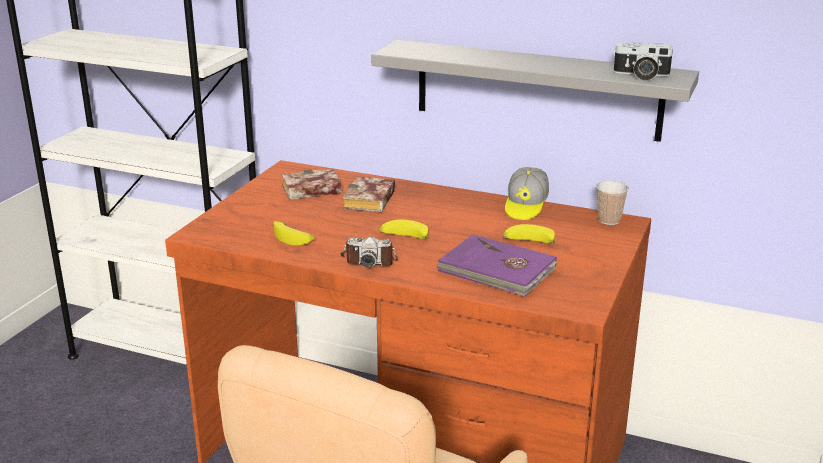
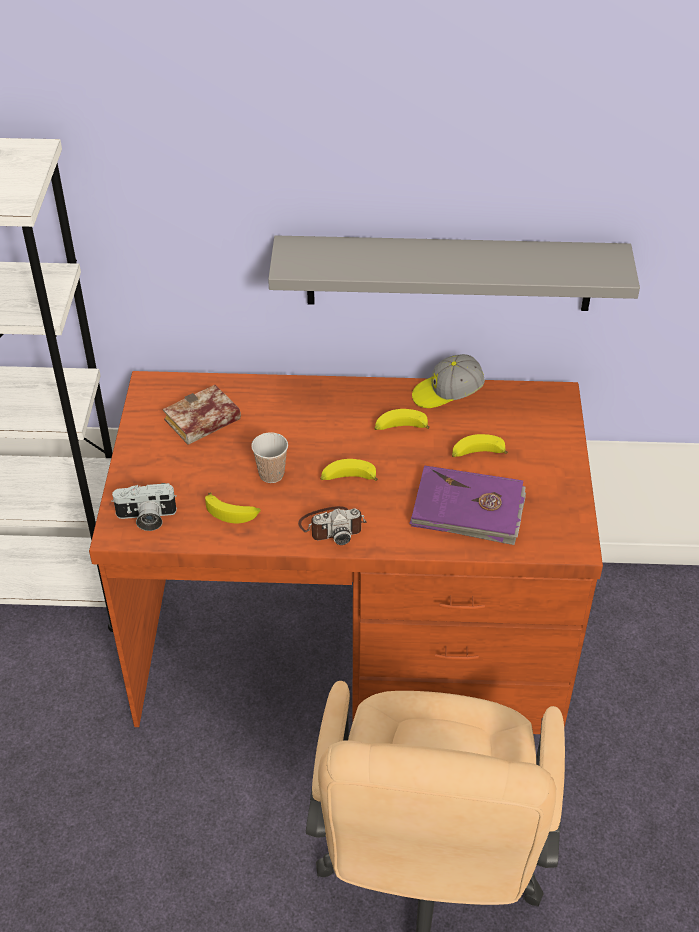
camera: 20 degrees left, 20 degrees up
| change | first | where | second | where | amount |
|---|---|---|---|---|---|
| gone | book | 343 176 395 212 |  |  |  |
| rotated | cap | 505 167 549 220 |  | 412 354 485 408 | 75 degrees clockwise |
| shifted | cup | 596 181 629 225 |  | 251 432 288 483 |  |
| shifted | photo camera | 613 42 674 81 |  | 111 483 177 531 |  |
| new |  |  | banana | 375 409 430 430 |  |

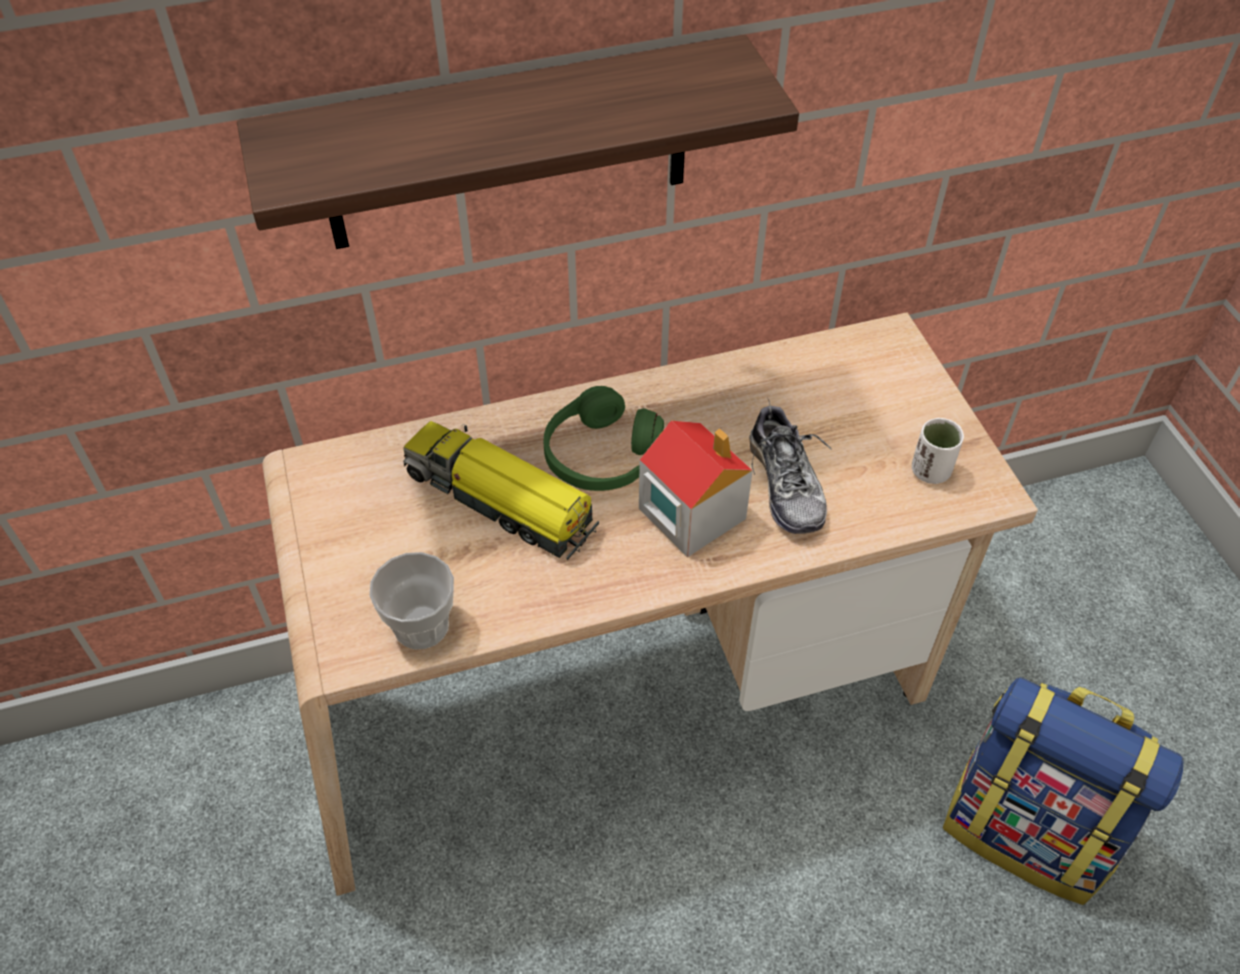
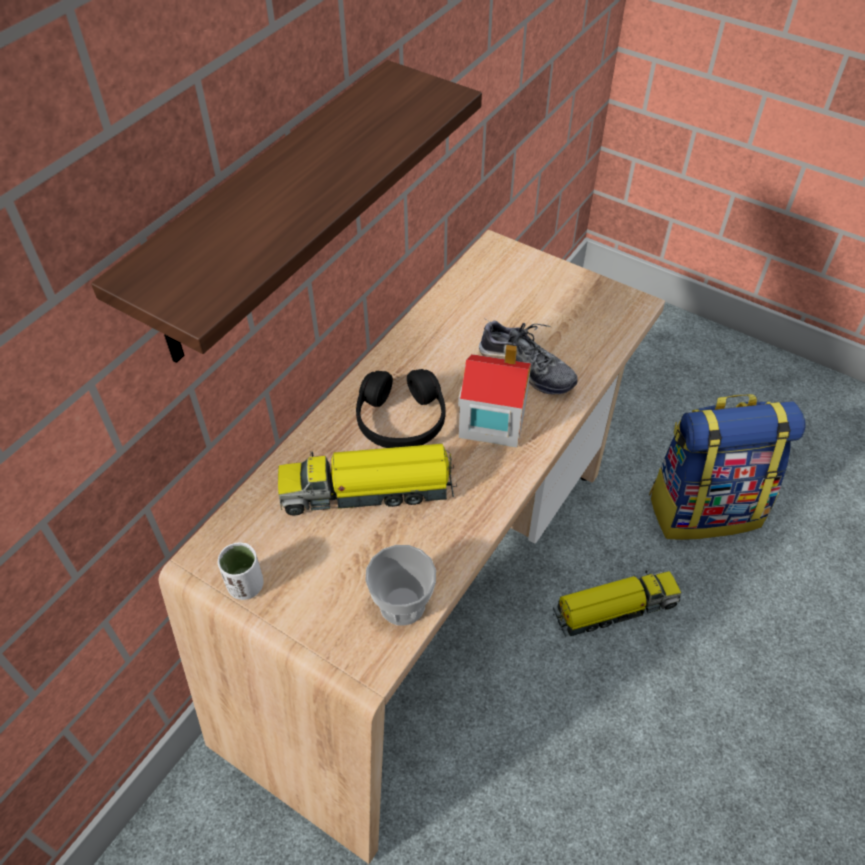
camera: 40 degrees left, 0 degrees up
| change | first | where | second | where | amount |
|---|---|---|---|---|---|
| repainted | green headphones | 544 386 664 491 | black headphones | 356 369 445 448 |  |
| shifted | white cup | 912 418 964 484 |  | 218 542 264 600 |  |
| new |  |  | toy truck | 553 570 681 637 |  |

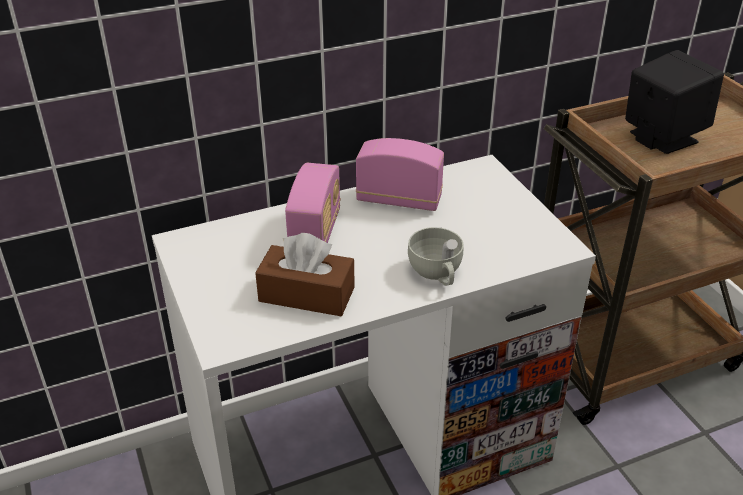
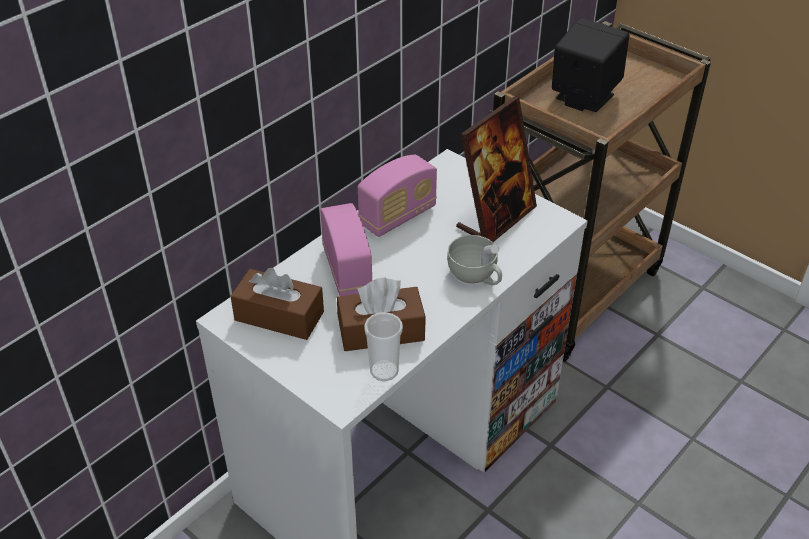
camera: 25 degrees left, 5 degrees up
| change | first | where | second | where | amount |
|---|---|---|---|---|---|
| rotated | radio | 356 138 444 211 |  | 358 155 437 237 | 150 degrees clockwise |
| new |  |  | brown tissue box | 231 268 324 340 |  |
| new |  |  | cup | 364 312 403 381 |  |
| new |  |  | picture frame | 456 96 537 242 |  |

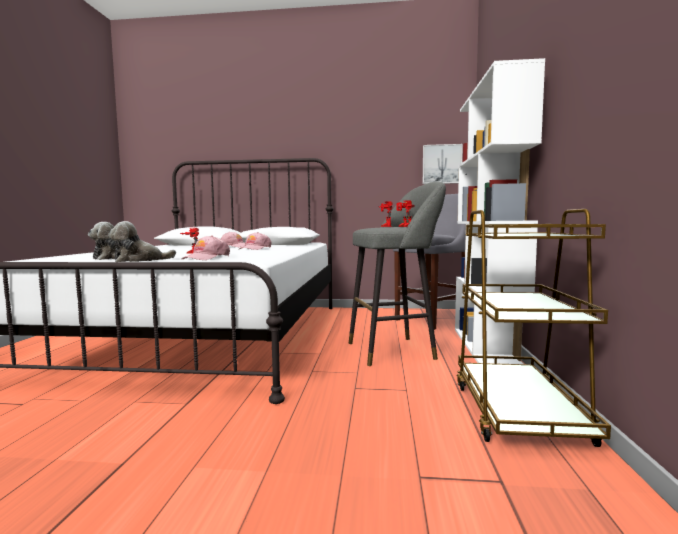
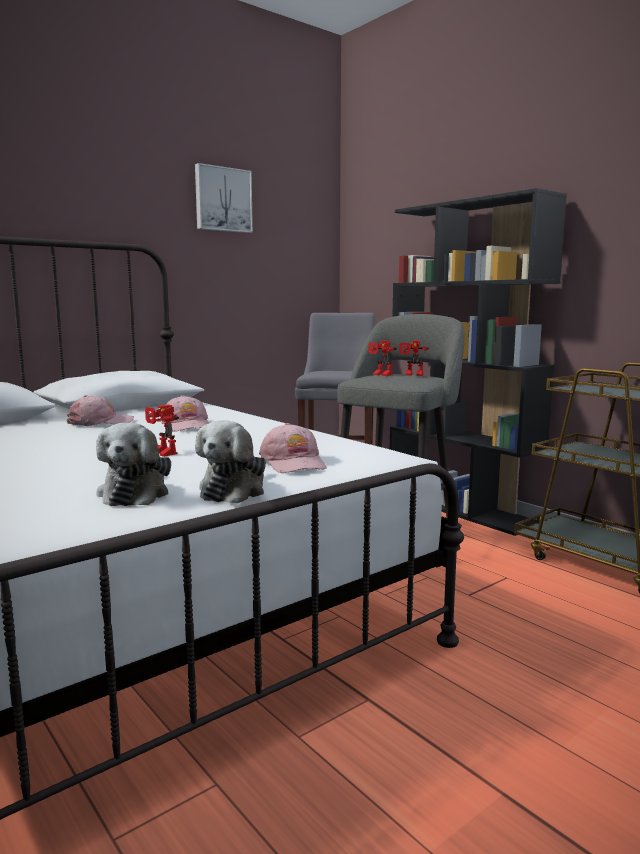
camera: 45 degrees left, 5 degrees up
| change | first | where | second | where | amount |
|---|---|---|---|---|---|
| shifted | picture | 423 144 463 184 |  | 195 163 253 233 |  |
| repainted | white bookcase | 455 58 545 364 | black bookcase | 390 188 567 536 |  |

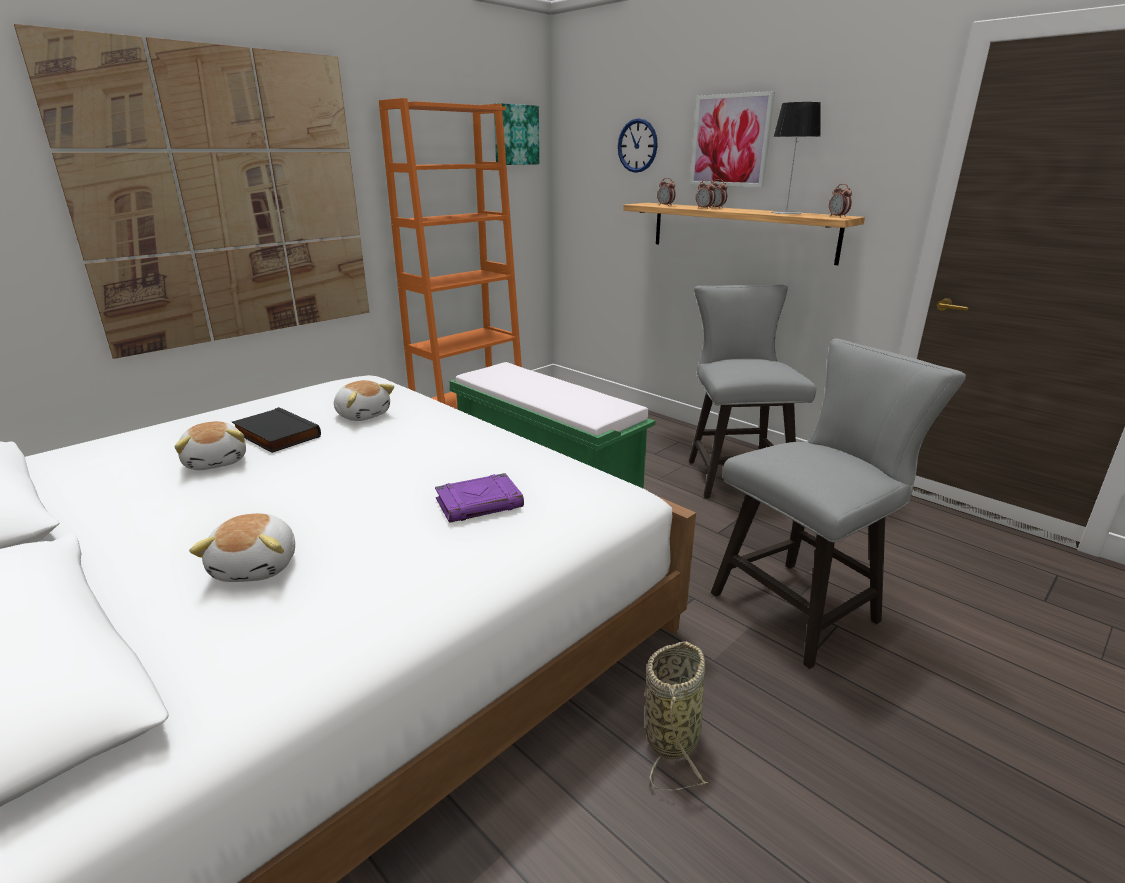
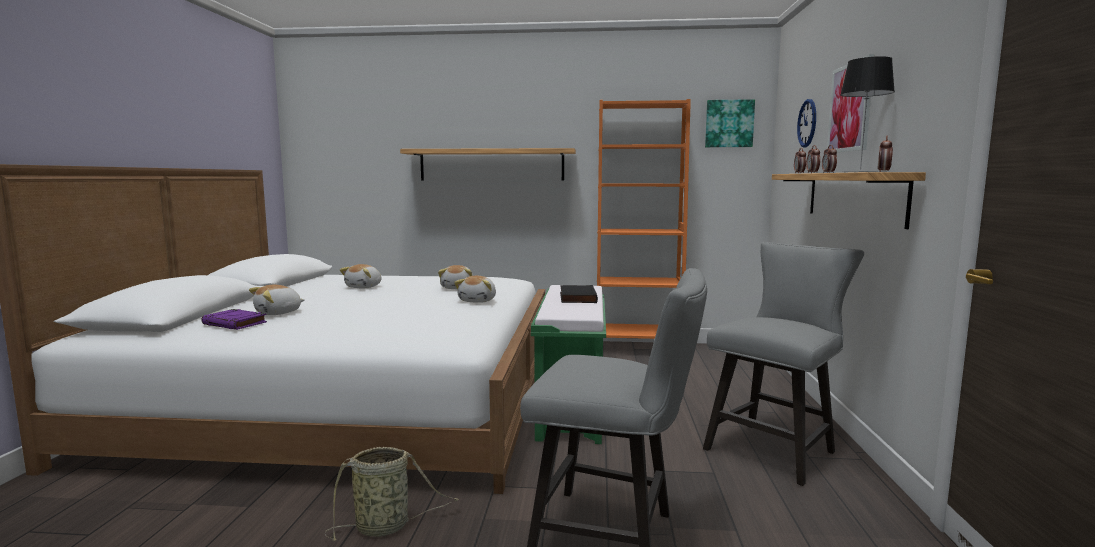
camera: 50 degrees right, 15 degrees down
| change | first | where | second | where | amount |
|---|---|---|---|---|---|
| swapped | picture | 14 24 369 359 | shelf | 400 148 576 180 |  |
| shifted | black book | 232 407 321 453 |  | 560 285 598 303 |  |
| shifted | purple book | 435 473 524 523 |  | 201 309 267 330 |  |
| new |  |  | plush toy | 454 276 496 303 |  |

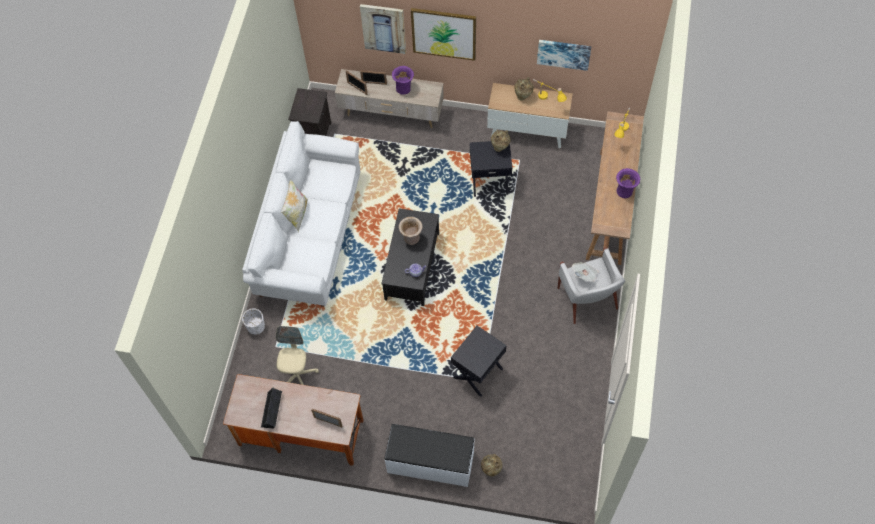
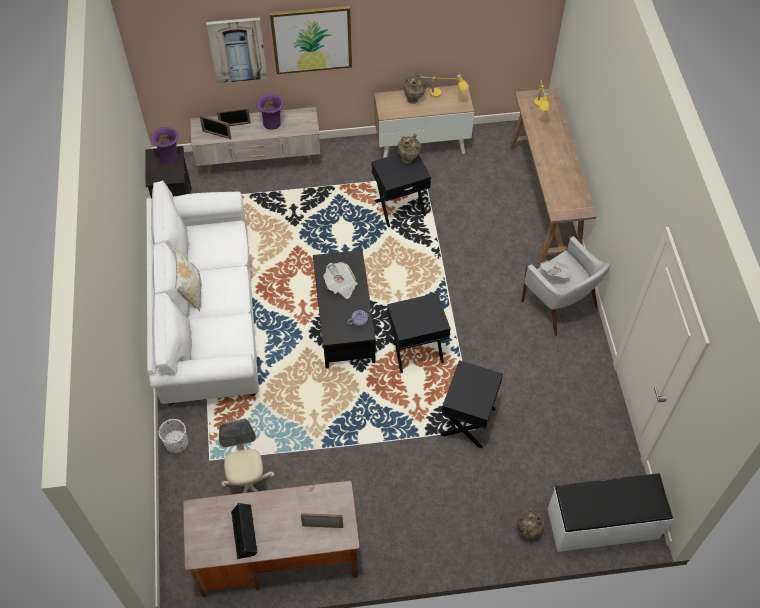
camera: 20 degrees left, 5 degrees down
| change | first | where | second | where | amount |
|---|---|---|---|---|---|
| shifted | white bench | 384 424 475 487 |  | 547 473 673 552 |  |
| swapped | beige vase | 399 217 422 245 | newspaper | 323 262 358 299 |  |
| gone | picture | 537 40 592 71 |  |  |  |
| shifted | purple vase | 616 168 640 198 |  | 151 127 178 164 |  |
| new |  |  | black side table | 387 293 451 373 |  |

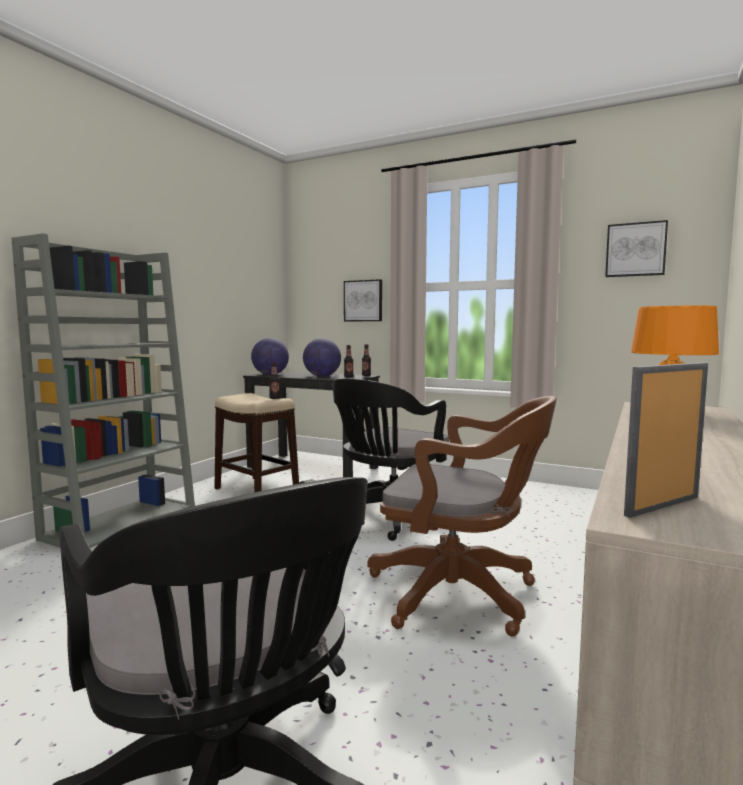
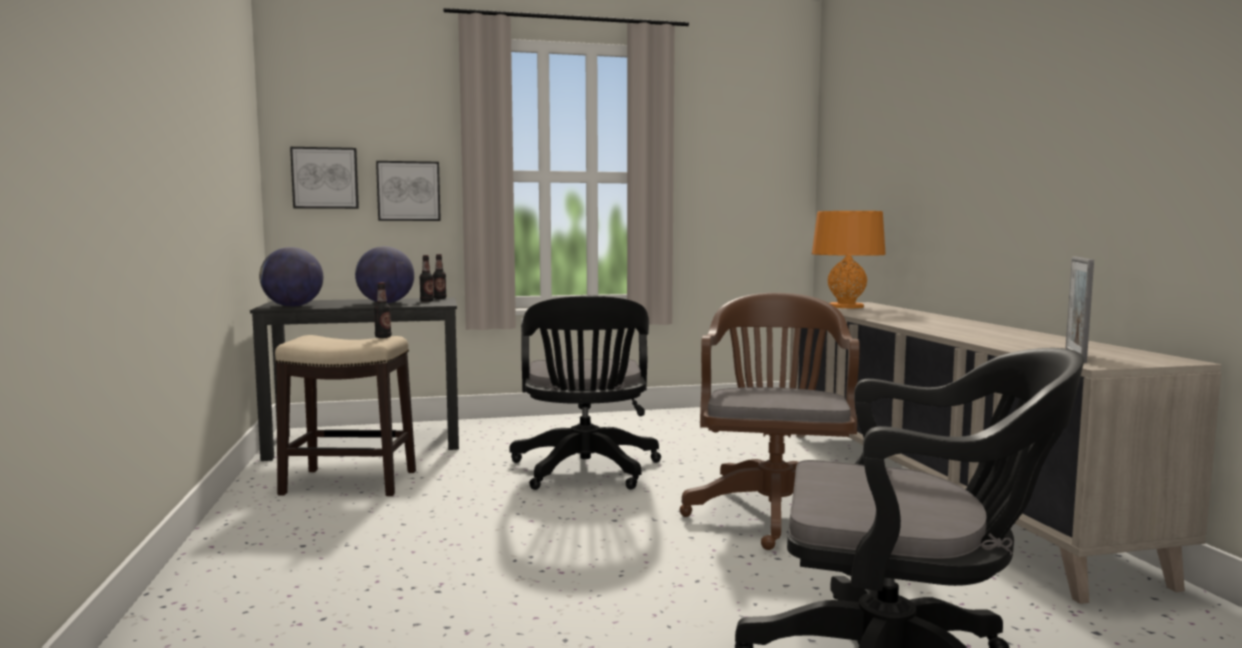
camera: 40 degrees left, 0 degrees up
| change | first | where | second | where | amount |
|---|---|---|---|---|---|
| gone | grey bookcase | 11 233 195 548 |  |  |  |
| rotated | brown office chair | 367 396 557 636 |  | 680 293 860 550 | 60 degrees counterclockwise |
| shifted | picture | 605 220 668 277 |  | 290 147 359 209 |  |

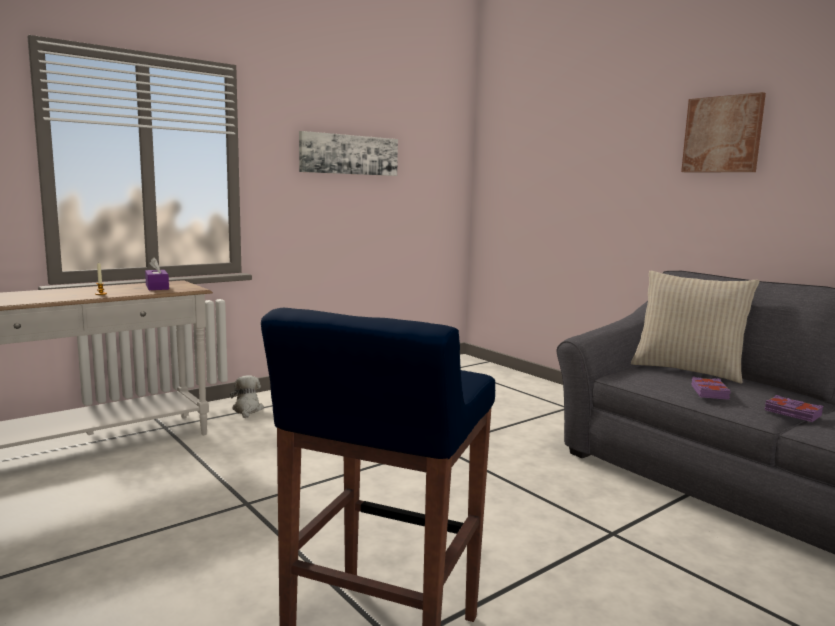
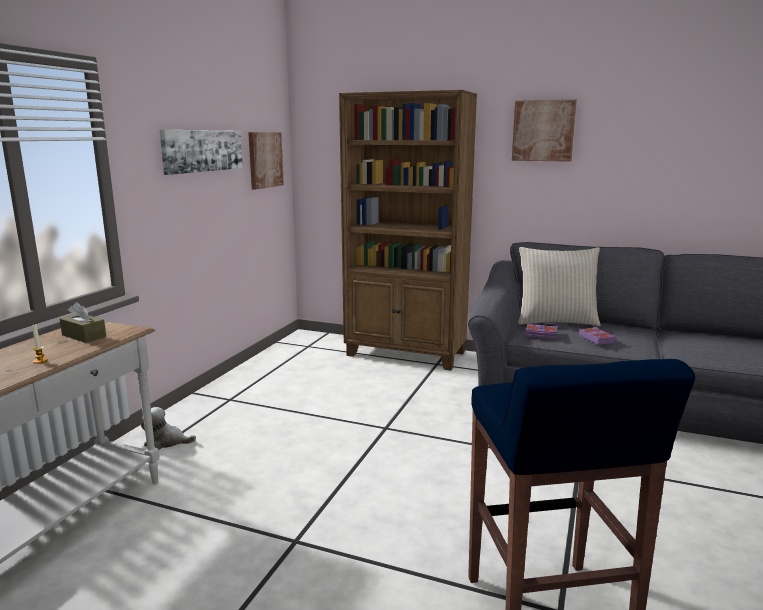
camera: 30 degrees left, 5 degrees up
| change | first | where | second | where | amount |
|---|---|---|---|---|---|
| repainted | purple tissue box | 145 257 169 290 | brown tissue box | 60 302 106 343 |  |
| rotated | plush toy | 230 375 264 418 |  | 141 407 196 449 | 45 degrees counterclockwise |
| shifted | purple book | 765 395 823 422 |  | 525 323 557 339 |  |
| new |  |  | picture | 248 132 284 189 |  |
| new |  |  | brown bookcase | 339 90 477 371 |  |

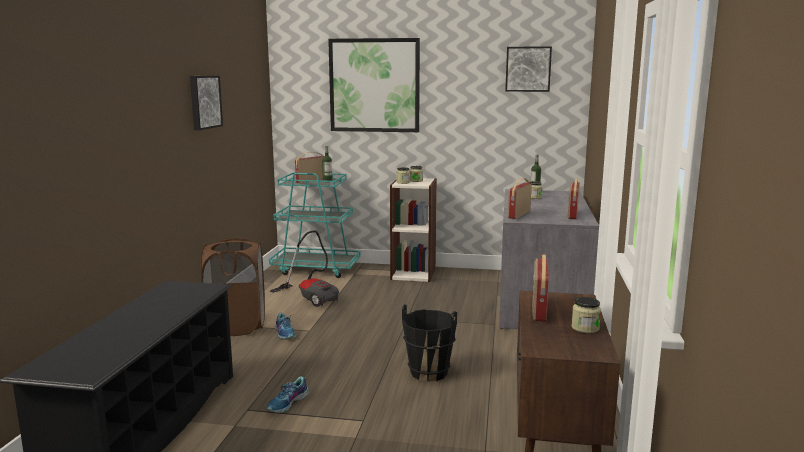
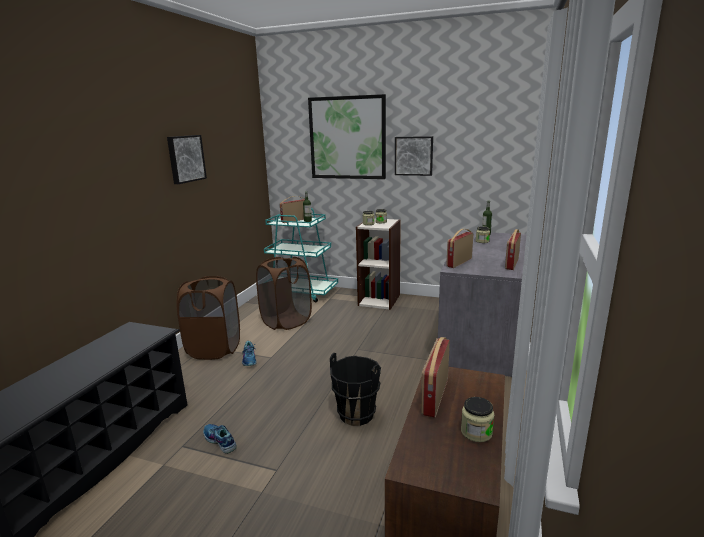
camera: 10 degrees right, 5 degrees up
| change | first | where | second | where | amount |
|---|---|---|---|---|---|
| rotated | shoe | 267 376 309 413 |  | 203 424 237 454 | 90 degrees clockwise |
| swapped | vacuum cleaner | 270 230 339 307 | brown laundry basket | 256 257 312 330 |  |
| shifted | picture | 505 46 552 92 |  | 395 136 433 176 |  |

